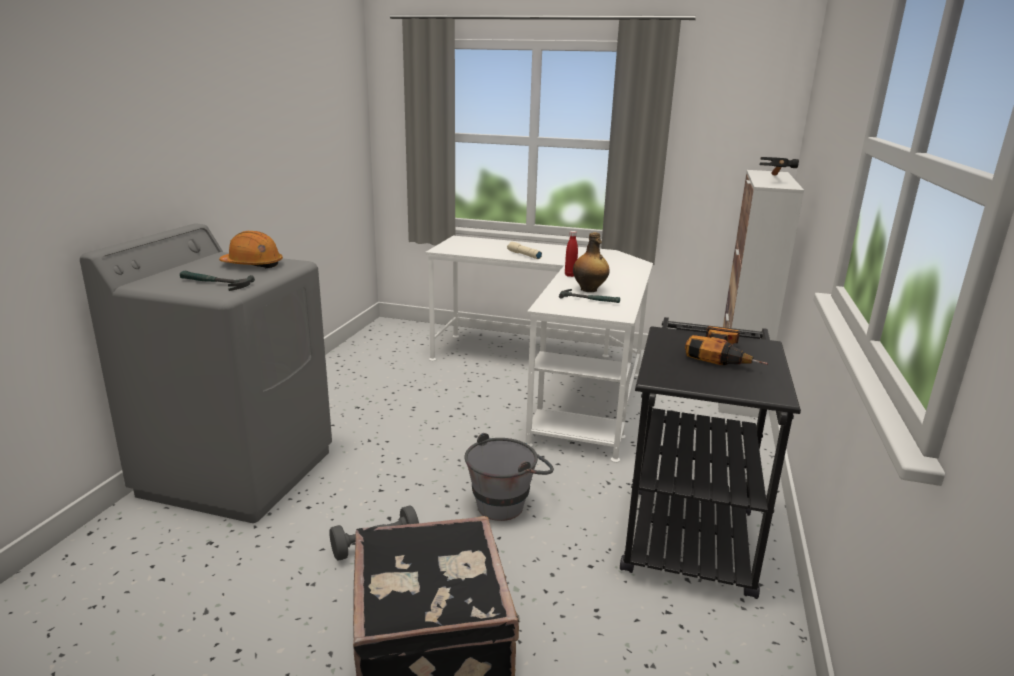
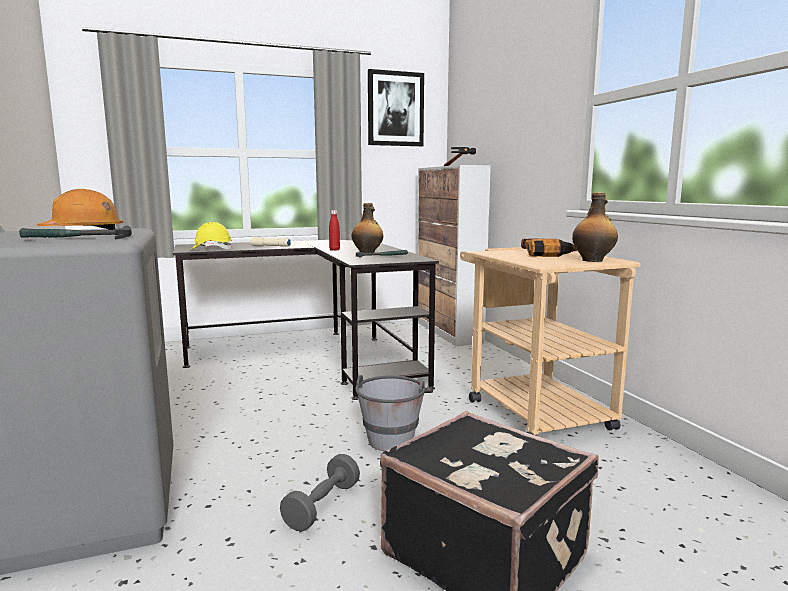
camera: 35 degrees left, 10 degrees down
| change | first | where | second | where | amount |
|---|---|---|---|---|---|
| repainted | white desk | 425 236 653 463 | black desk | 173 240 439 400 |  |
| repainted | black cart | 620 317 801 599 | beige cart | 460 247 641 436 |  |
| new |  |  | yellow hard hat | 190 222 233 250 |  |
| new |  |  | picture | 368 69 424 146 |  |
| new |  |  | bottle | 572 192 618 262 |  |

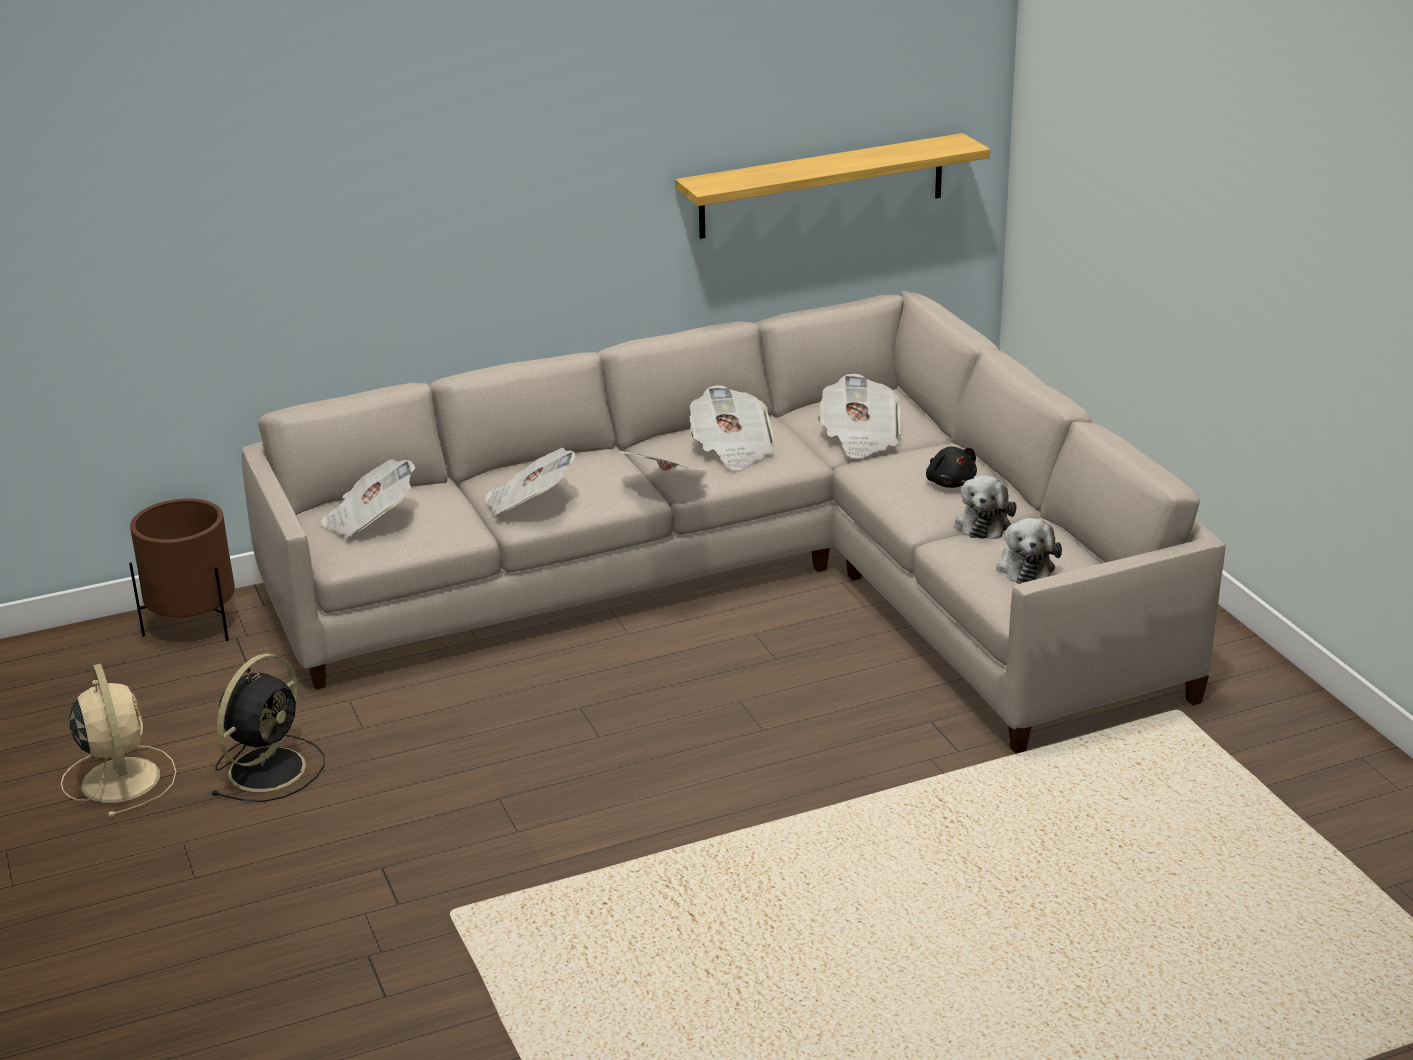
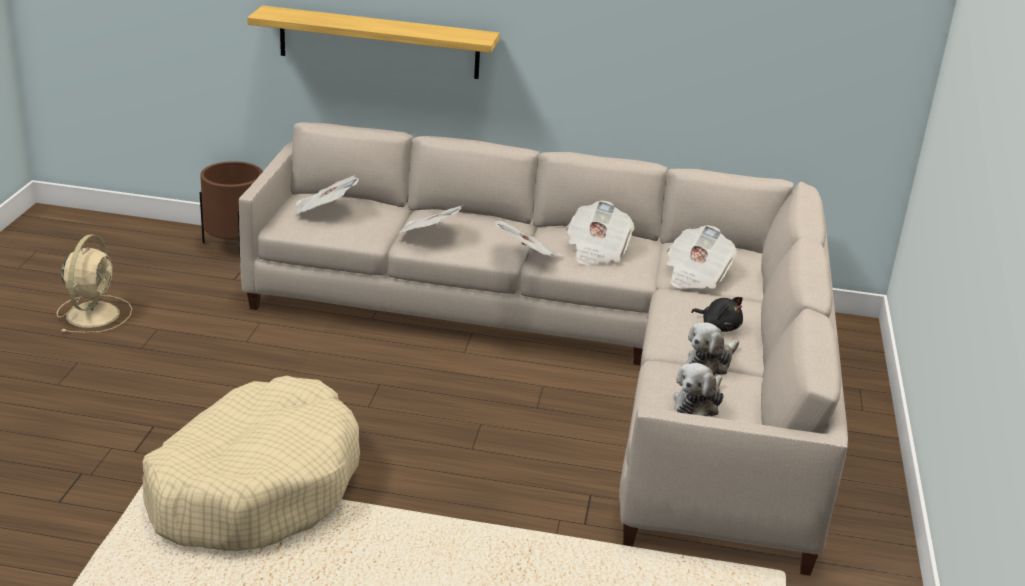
camera: 30 degrees right, 0 degrees up
| change | first | where | second | where | amount |
|---|---|---|---|---|---|
| gone | black fan | 212 654 325 802 |  |  |  |
| shifted | shelf | 675 133 990 239 |  | 247 5 500 79 |  |
| rotated | black plush toy | 926 447 977 488 |  | 691 297 743 332 | 60 degrees counterclockwise |
| new |  |  | beige dog bed | 142 376 360 551 |  |

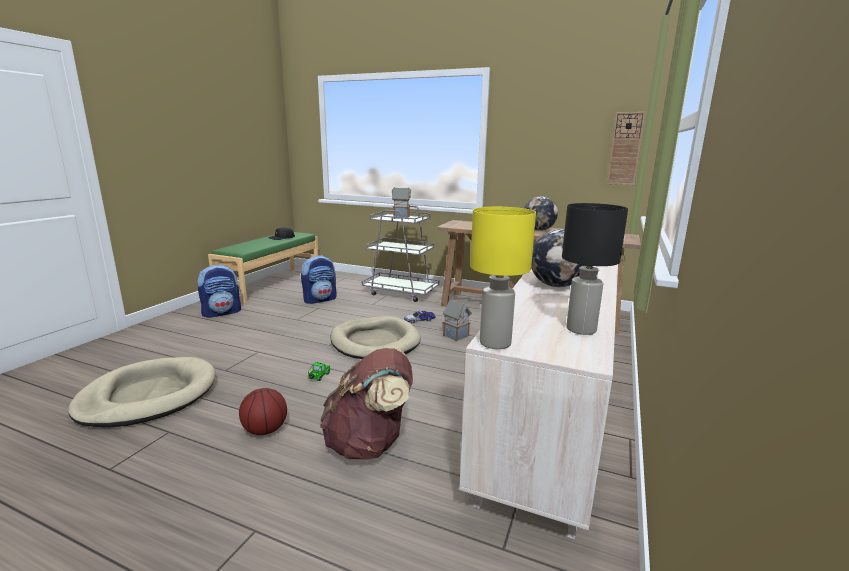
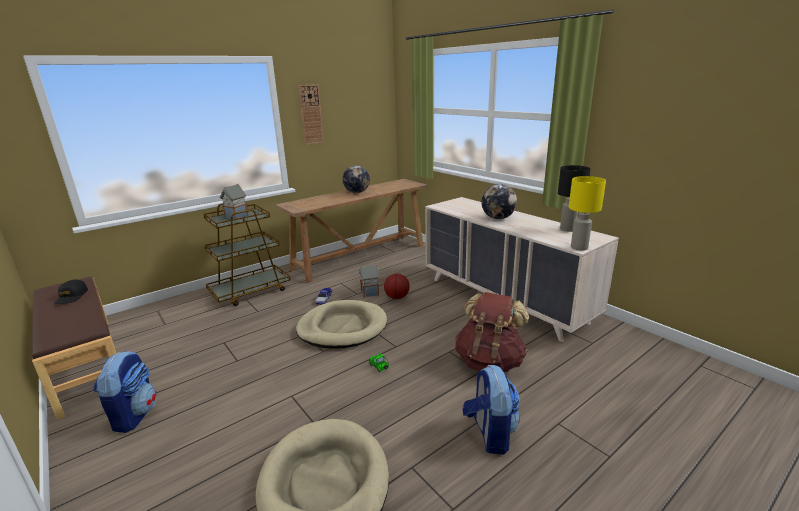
camera: 60 degrees left, 5 degrees up
| change | first | where | second | where | amount |
|---|---|---|---|---|---|
| repainted | green bench | 208 232 319 304 | brown bench | 32 277 117 420 |  |
| shifted | basketball | 239 388 287 435 |  | 384 274 410 299 |  |
| shifted | backpack | 301 255 337 304 |  | 462 365 520 455 |  |
| repainted | grey cart | 362 206 439 302 | brown cart | 203 203 291 306 |  |
| shifted | wall clock | 607 112 645 185 |  | 298 84 324 145 |  |

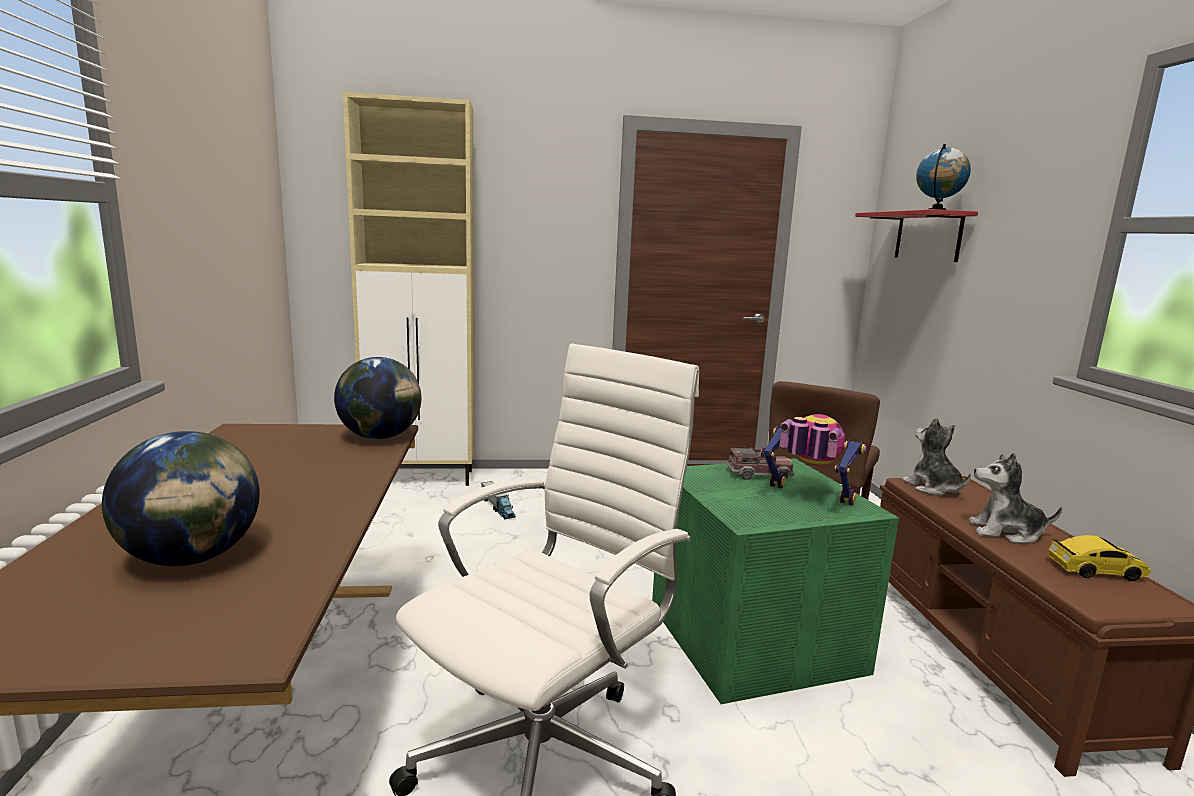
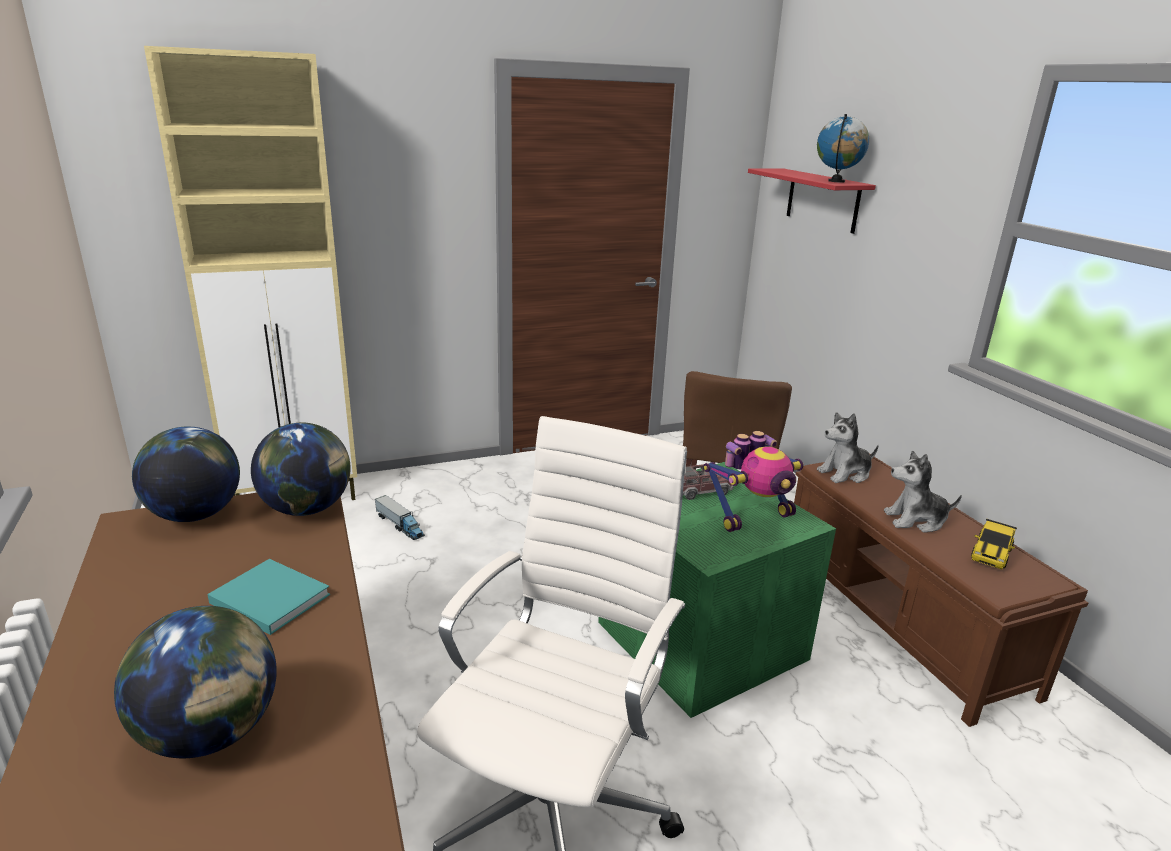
camera: 15 degrees left, 10 degrees up
| change | first | where | second | where | amount |
|---|---|---|---|---|---|
| rotated | toy robot | 760 414 866 505 |  | 704 431 803 532 | 135 degrees clockwise |
| rotated | plush toy | 902 417 971 496 |  | 817 412 879 483 | 75 degrees counterclockwise |
| rotated | toy car | 1049 535 1151 581 |  | 971 519 1017 569 | 135 degrees clockwise |
| new |  |  | globe | 132 427 240 522 |  |
| new |  |  | turquoise book | 207 559 330 635 |  |

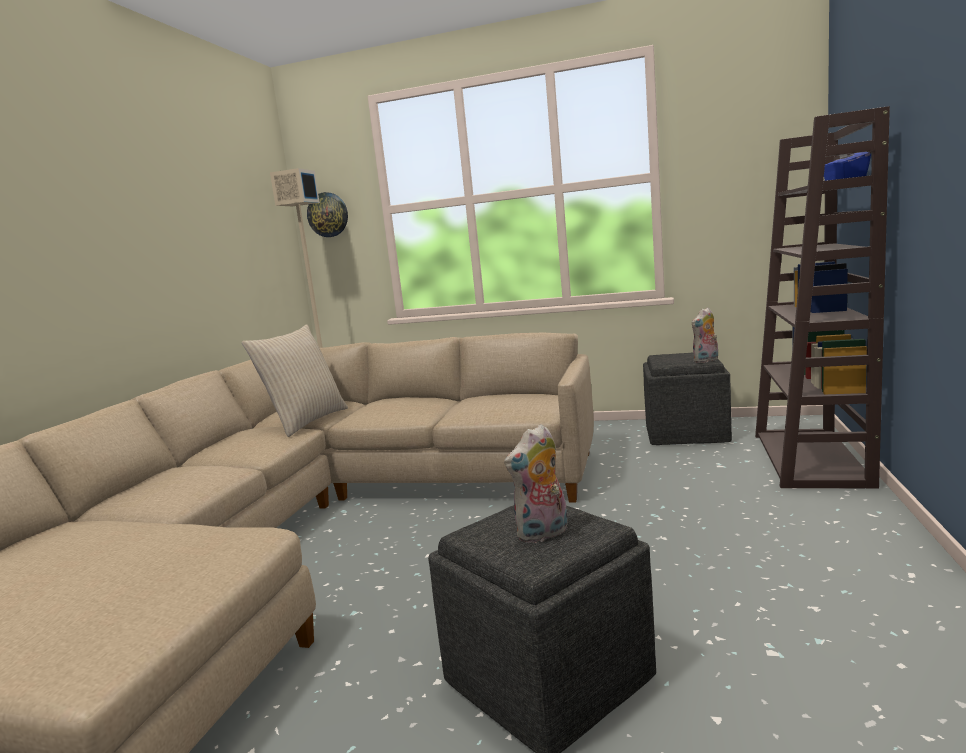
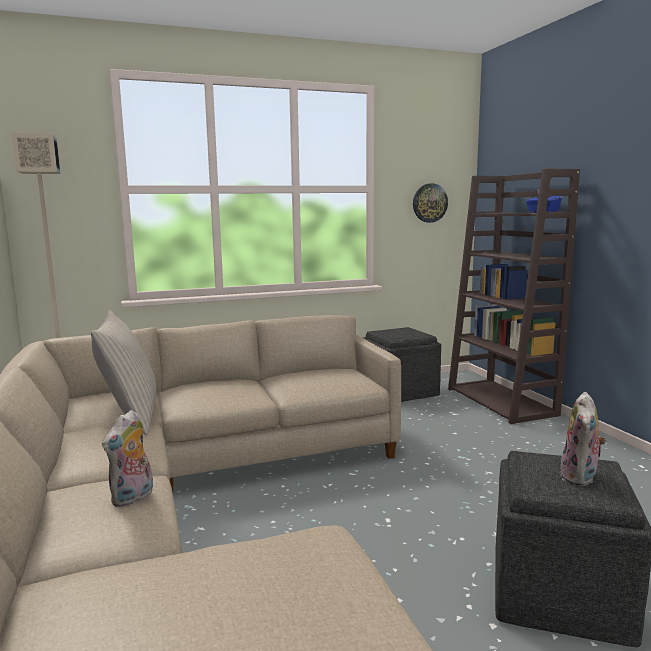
camera: 35 degrees left, 0 degrees up
| change | first | where | second | where | amount |
|---|---|---|---|---|---|
| shifted | wall clock | 307 192 348 237 |  | 413 183 448 223 |  |
| shifted | plush toy | 692 307 718 363 |  | 102 410 153 507 |  |

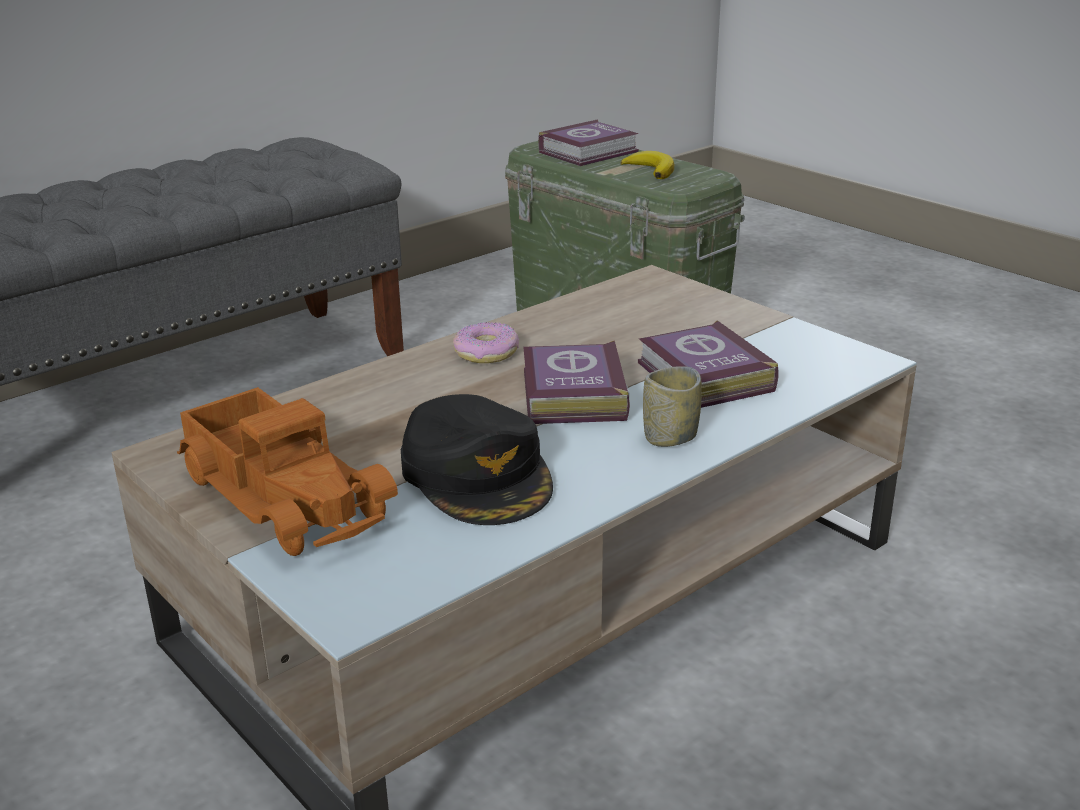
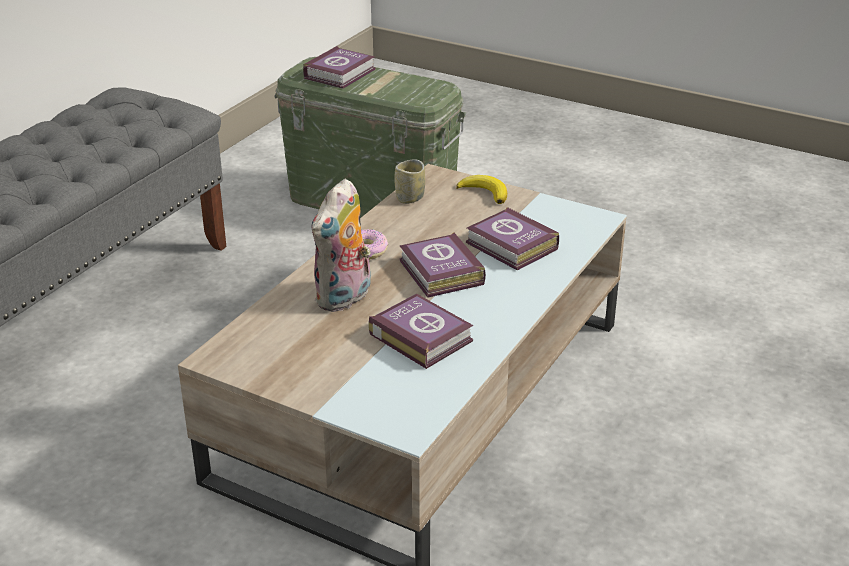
camera: 20 degrees left, 5 degrees up
| change | first | where | second | where | amount |
|---|---|---|---|---|---|
| gone | toy truck | 177 387 398 556 |  |  |  |
| swapped | black cap | 401 394 553 525 | book | 368 294 474 369 |  |
| shifted | banana | 620 151 674 179 |  | 456 175 507 204 |  |
| shifted | cup | 643 366 702 447 |  | 394 159 425 204 |  |
| new |  |  | plush toy | 312 179 371 312 |  |

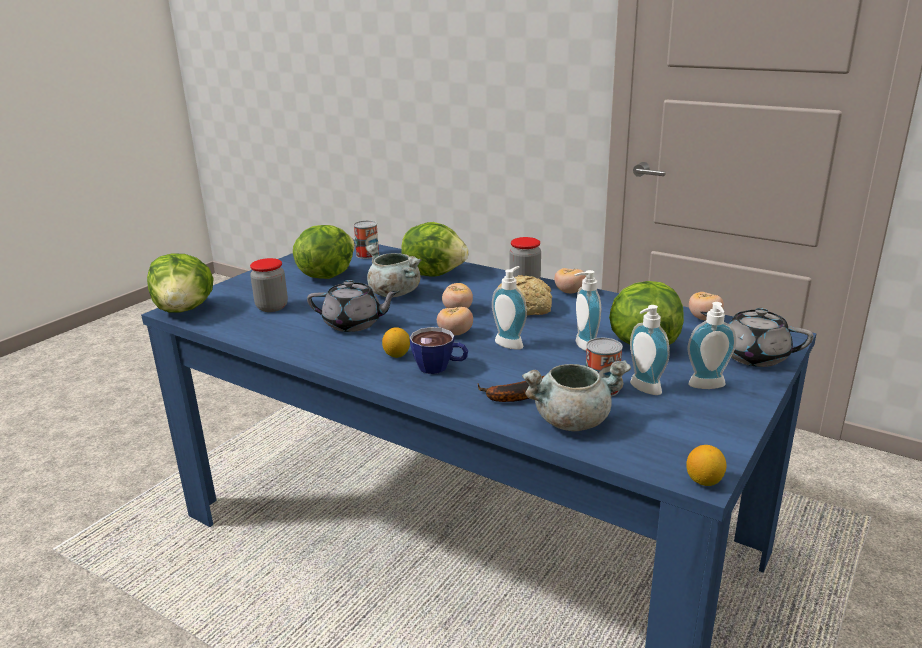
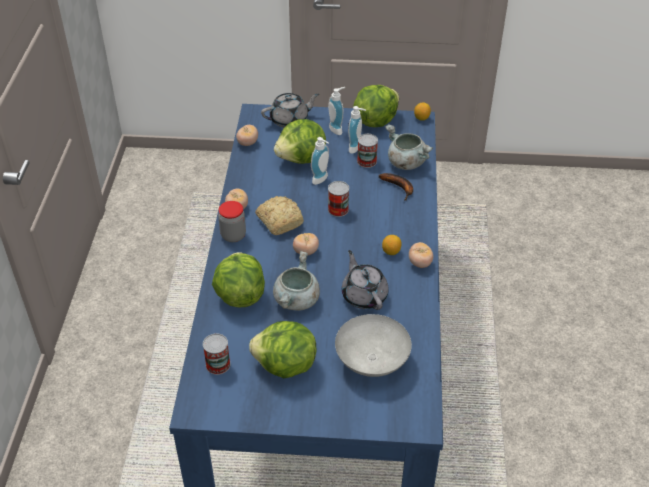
camera: 120 degrees left, 20 degrees up
| change | first | where | second | where | amount |
|---|---|---|---|---|---|
| shifted | lettuce | 147 253 214 312 |  | 353 85 399 127 |  |
| swapped | jar | 250 258 288 312 | grey bowl | 335 314 412 377 |  |
| gone | cup | 410 327 468 374 |  |  |  |
| shifted | tomato | 437 307 473 335 |  | 409 242 433 268 |  |
| swapped | soap dispenser | 492 266 527 350 | can | 328 181 349 217 |  |
| rotated | grey teapot | 701 308 814 367 |  | 261 93 319 128 | 105 degrees counterclockwise |

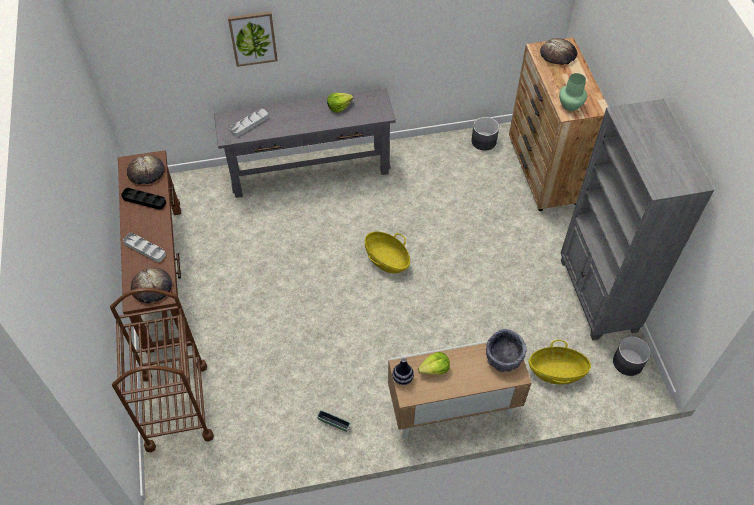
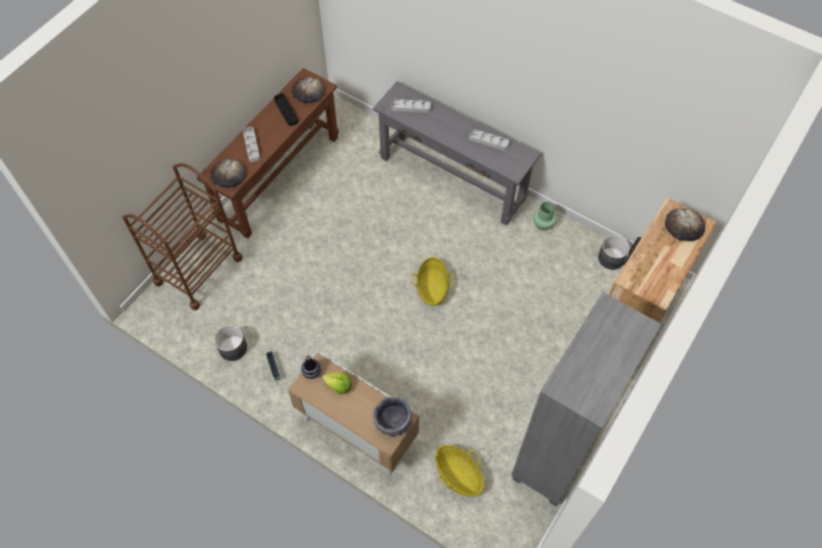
camera: 45 degrees right, 5 degrees up
| change | first | where | second | where | amount |
|---|---|---|---|---|---|
| gone | picture | 228 12 278 67 |  |  |  |
| swapped | lettuce | 327 93 353 113 | grey tray | 469 129 509 151 |  |
| shifted | green vase | 559 73 587 111 |  | 533 202 557 230 |  |
| shifted | grey planter | 613 336 651 376 |  | 214 325 247 361 |  |

